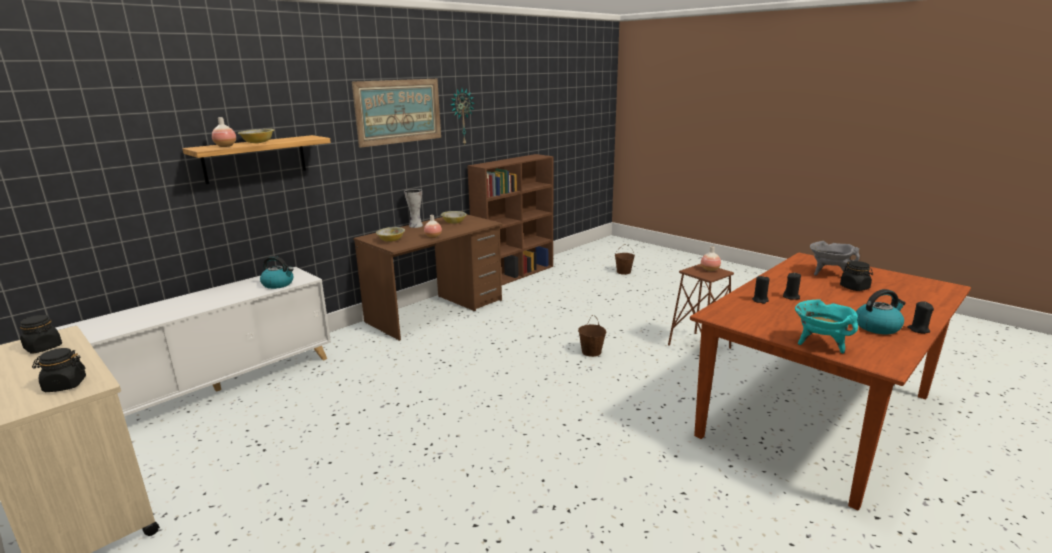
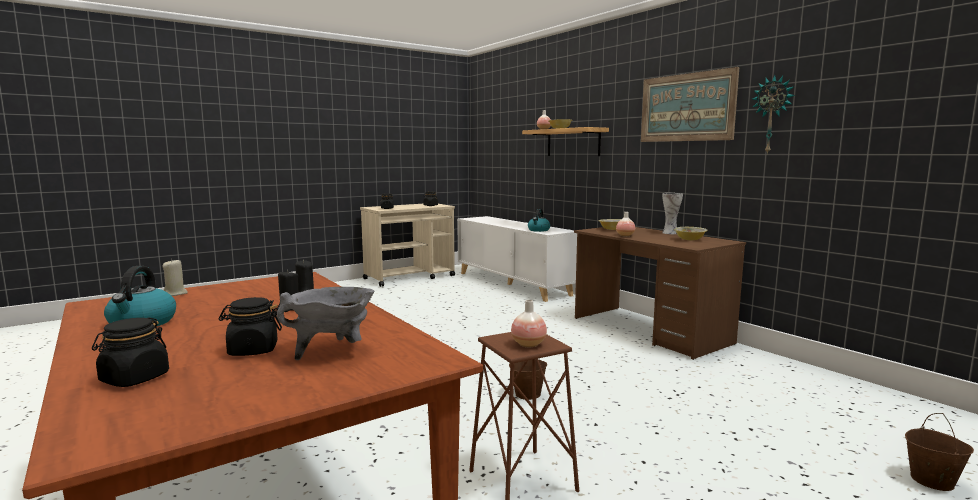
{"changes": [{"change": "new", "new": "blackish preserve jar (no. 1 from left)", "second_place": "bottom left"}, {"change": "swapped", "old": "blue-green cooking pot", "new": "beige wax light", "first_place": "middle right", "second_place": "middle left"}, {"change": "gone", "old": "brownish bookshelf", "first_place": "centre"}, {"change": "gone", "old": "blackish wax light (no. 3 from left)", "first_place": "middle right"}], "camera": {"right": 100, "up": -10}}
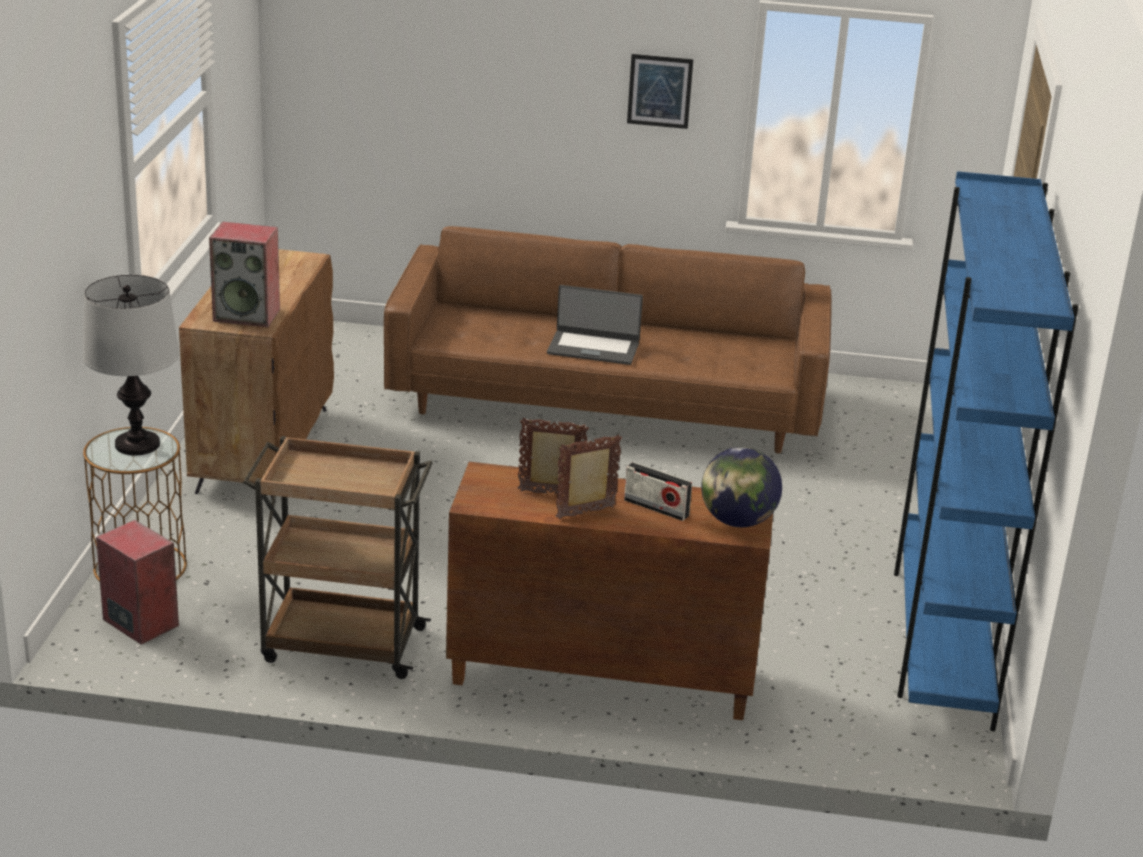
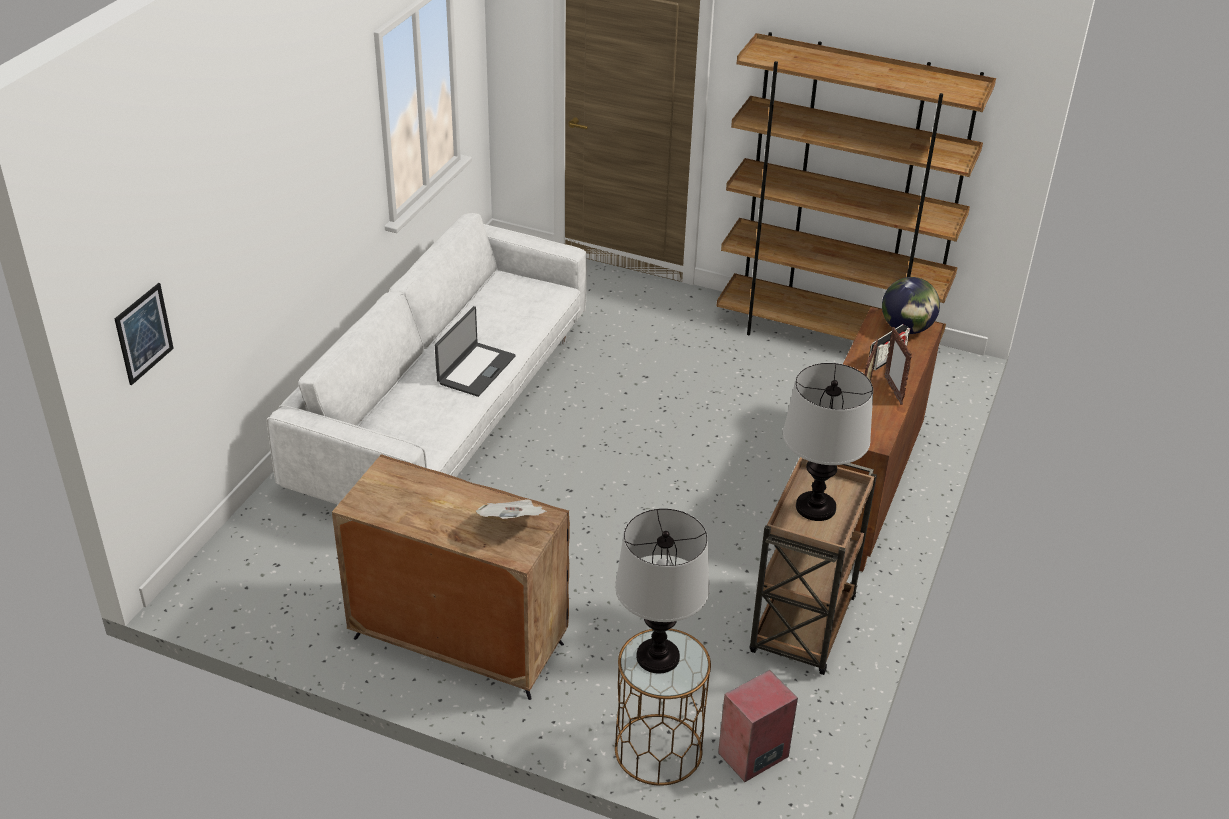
{"changes": [{"change": "shifted", "old": "wall picture", "first_place": "top centre", "second_place": "middle left"}, {"change": "repainted", "old": "brownish settee", "new": "white-coloured settee", "first_place": "centre", "second_place": "centre"}, {"change": "swapped", "old": "speaker (no. 2 from left)", "new": "printed paper", "first_place": "top left", "second_place": "centre"}, {"change": "repainted", "old": "blue-coloured bookshelf", "new": "brownish bookshelf", "first_place": "middle right", "second_place": "top right"}, {"change": "new", "new": "tabletop lamp (no. 2 from left)", "second_place": "middle right"}], "camera": {"right": -75, "up": 10}}
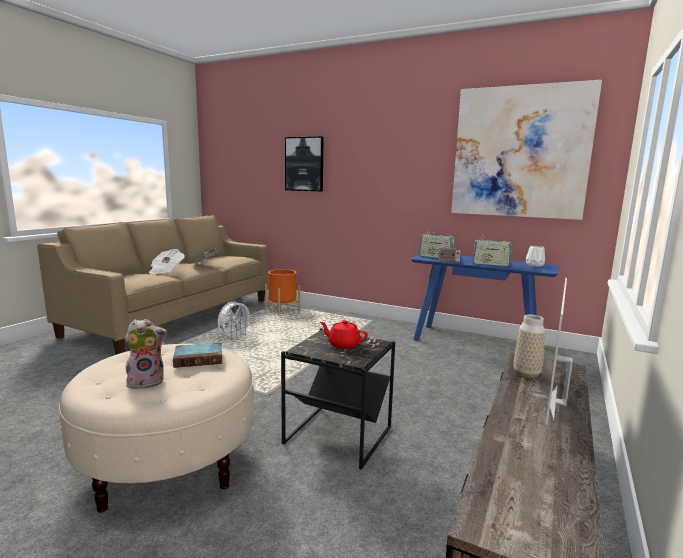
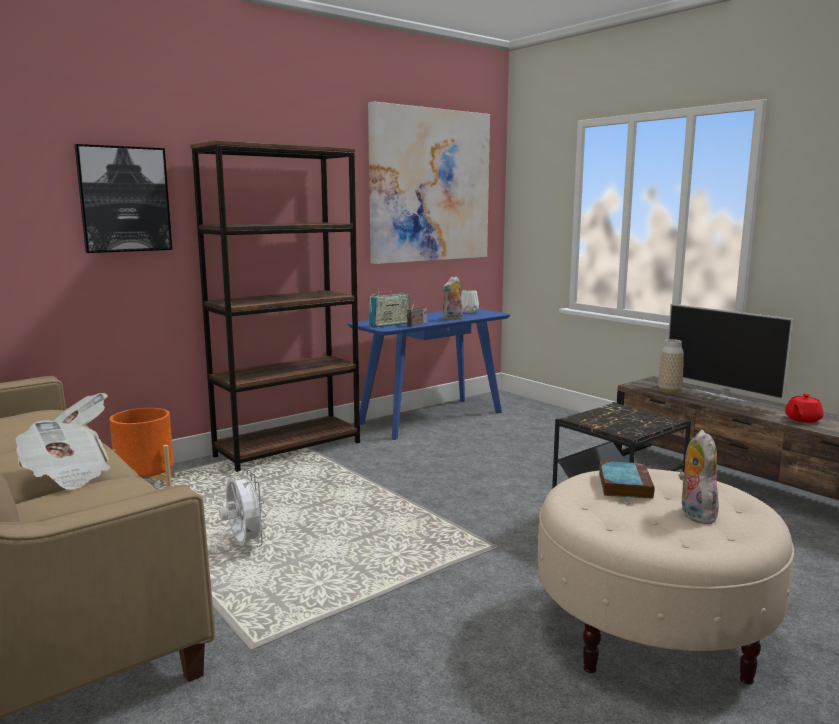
{"changes": [{"change": "new", "new": "brownish bookshelf", "second_place": "middle left"}, {"change": "swapped", "old": "radio (no. 3 from left)", "new": "soft toy (no. 1 from left)", "first_place": "middle right", "second_place": "centre"}, {"change": "shifted", "old": "red-coloured tea pot", "first_place": "centre", "second_place": "middle right"}], "camera": {"right": -65, "up": 0}}
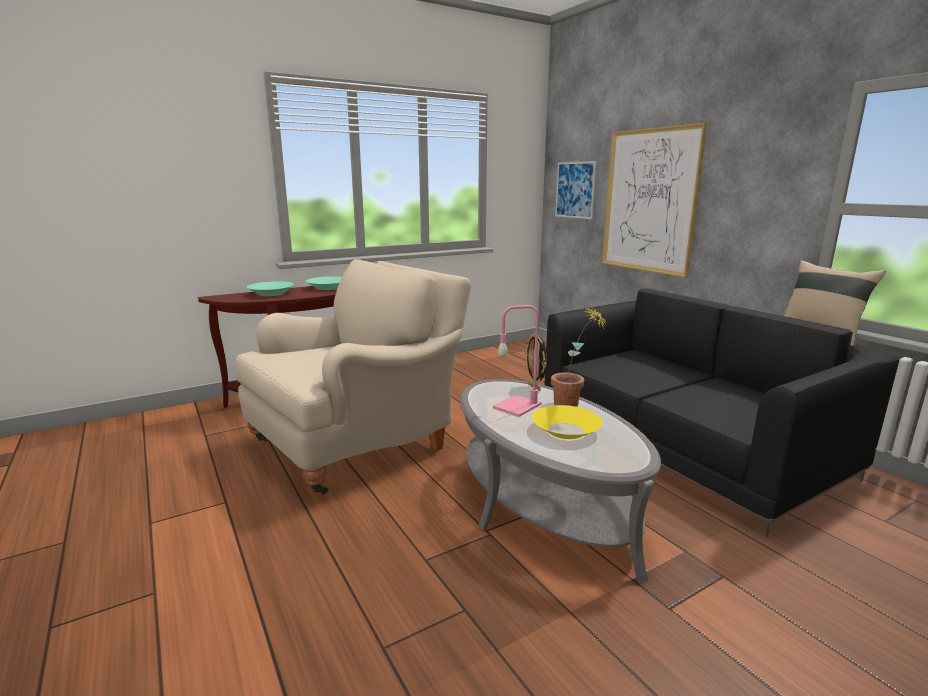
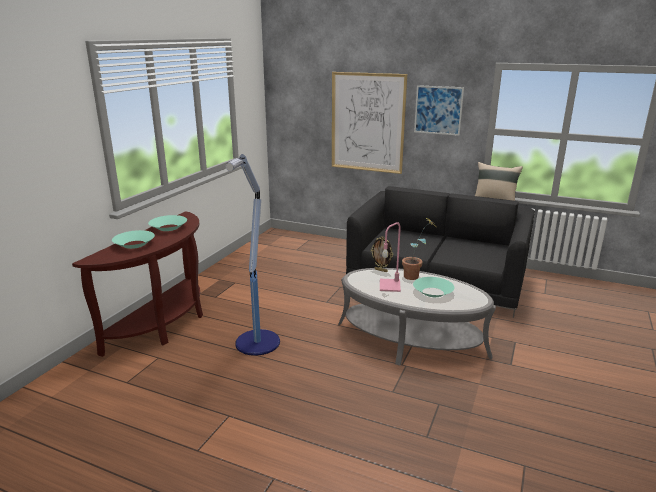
{"changes": [{"change": "swapped", "old": "beige armchair", "new": "standard lamp", "first_place": "centre", "second_place": "centre"}, {"change": "repainted", "old": "yellowish deep dish", "new": "blue-green deep dish (no. 3 from left)", "first_place": "centre", "second_place": "centre"}, {"change": "shifted", "old": "wall picture (no. 1 from left in the first image)", "new": "wall picture (no. 2 from left)", "first_place": "top centre", "second_place": "top right"}], "camera": {"right": -35, "up": 5}}
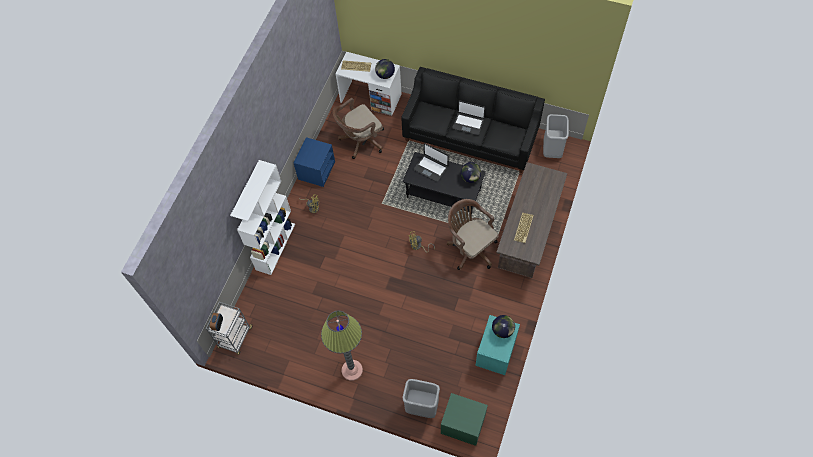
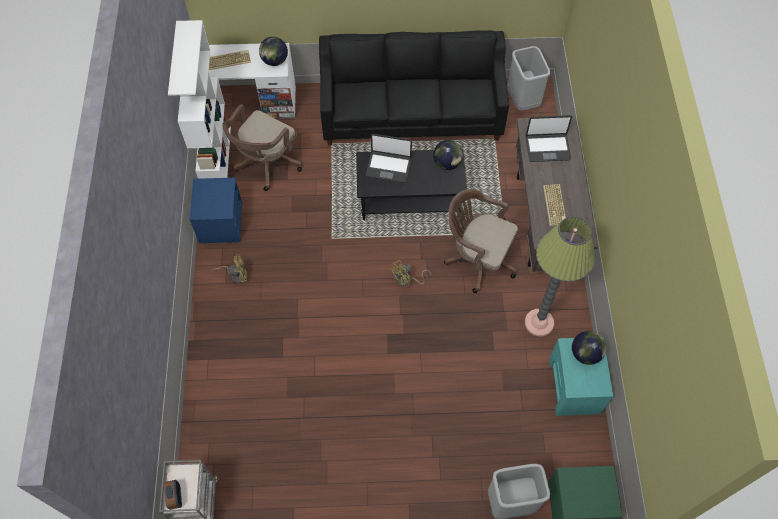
{"changes": [{"change": "shifted", "old": "white-coloured bookshelf", "first_place": "middle left", "second_place": "top left"}, {"change": "shifted", "old": "standard lamp", "first_place": "bottom centre", "second_place": "middle right"}, {"change": "shifted", "old": "portable computer (no. 2 from left)", "first_place": "top centre", "second_place": "top right"}], "camera": {"right": -25, "up": 0}}
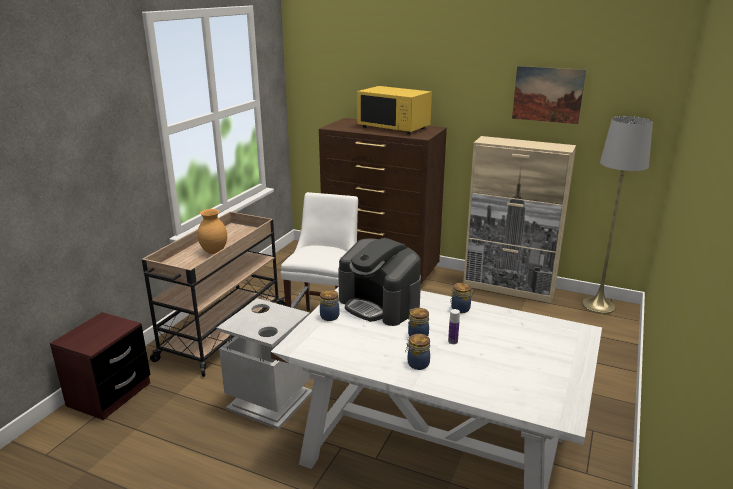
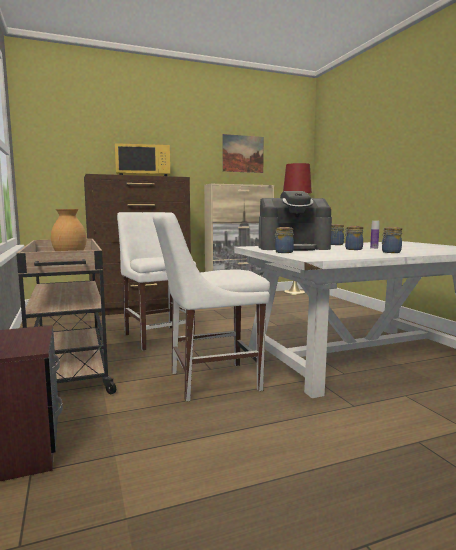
{"changes": [{"change": "swapped", "old": "greyish trash can", "new": "white-coloured upright chair (no. 2 from left)", "first_place": "bottom centre", "second_place": "centre"}, {"change": "repainted", "old": "greyish standard lamp", "new": "red-coloured standard lamp", "first_place": "middle right", "second_place": "centre"}], "camera": {"right": -45, "up": -15}}
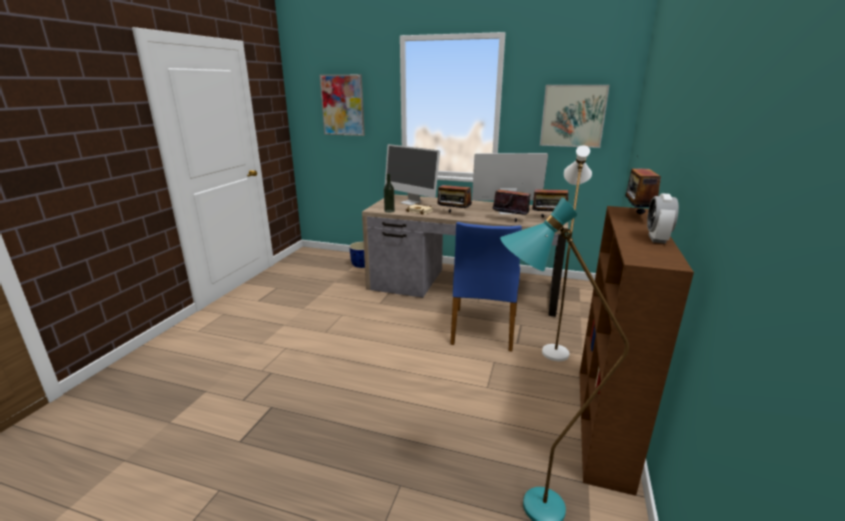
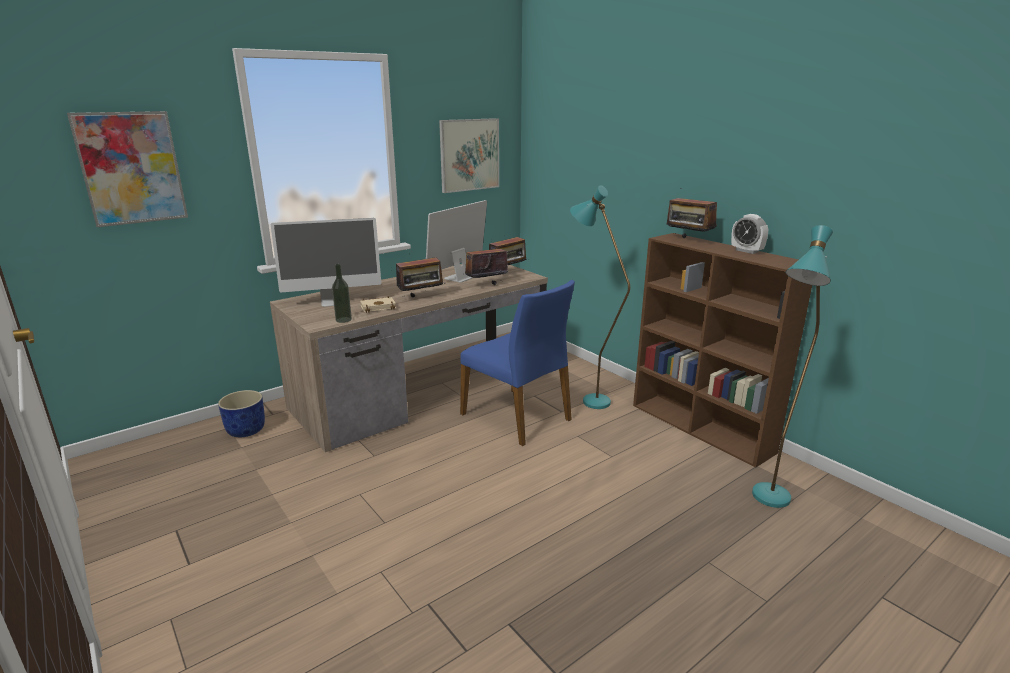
{"changes": [{"change": "repainted", "old": "white-coloured standard lamp", "new": "blue-green standard lamp (no. 1 from left)", "first_place": "middle right", "second_place": "centre"}], "camera": {"right": -55, "up": 0}}
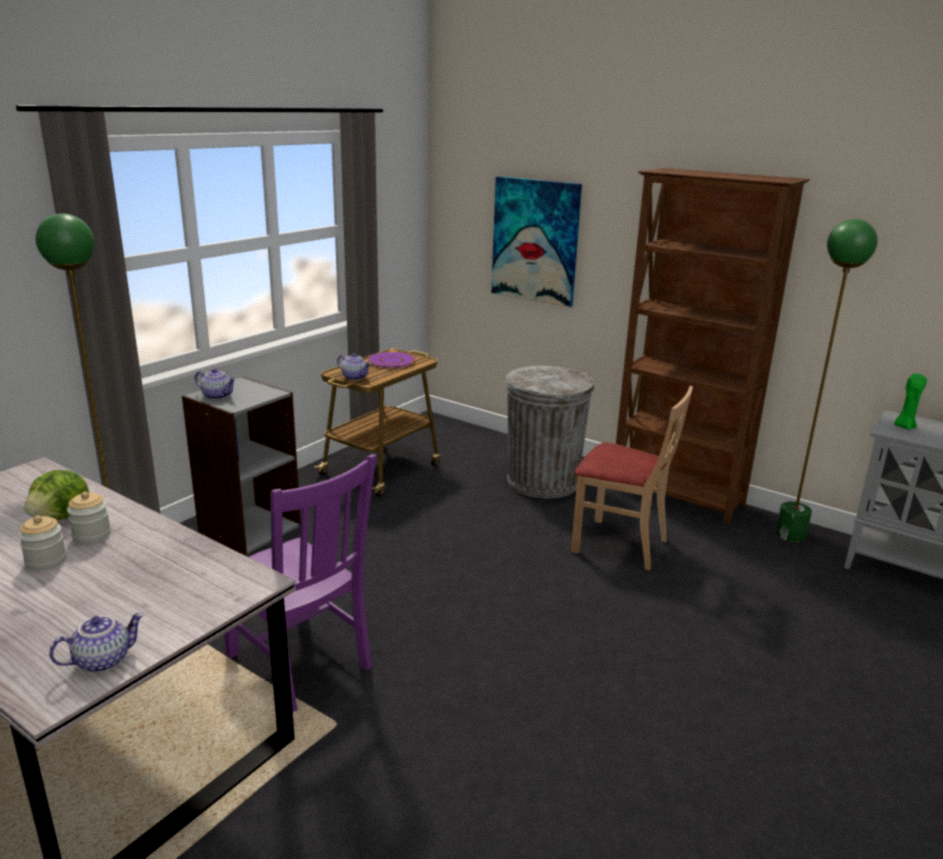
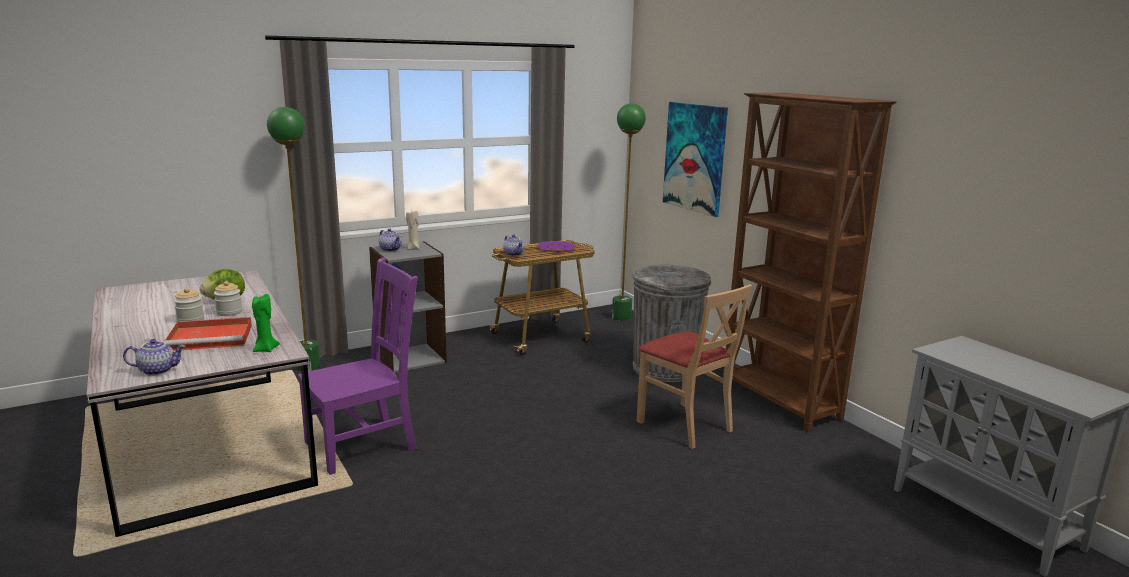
{"changes": [{"change": "new", "new": "red-coloured carrying tray", "second_place": "middle left"}, {"change": "shifted", "old": "green wax light", "first_place": "middle right", "second_place": "middle left"}, {"change": "rotated", "old": "purple upright chair", "first_place": "bottom left", "second_place": "middle left", "degrees": -105}, {"change": "new", "new": "beige wax light", "second_place": "centre"}, {"change": "shifted", "old": "green standard lamp (no. 2 from left)", "first_place": "middle right", "second_place": "centre"}], "camera": {"right": 25, "up": -5}}
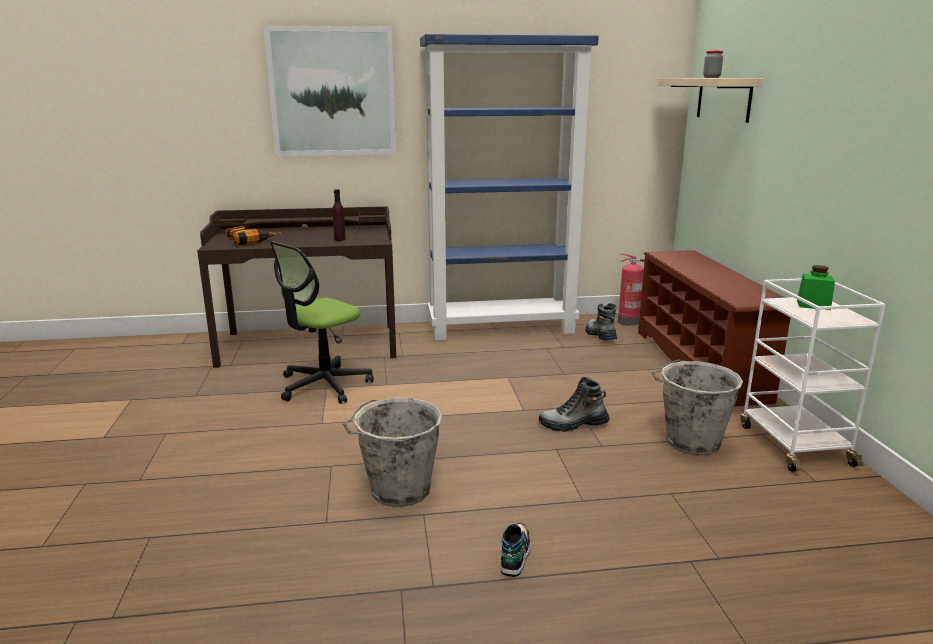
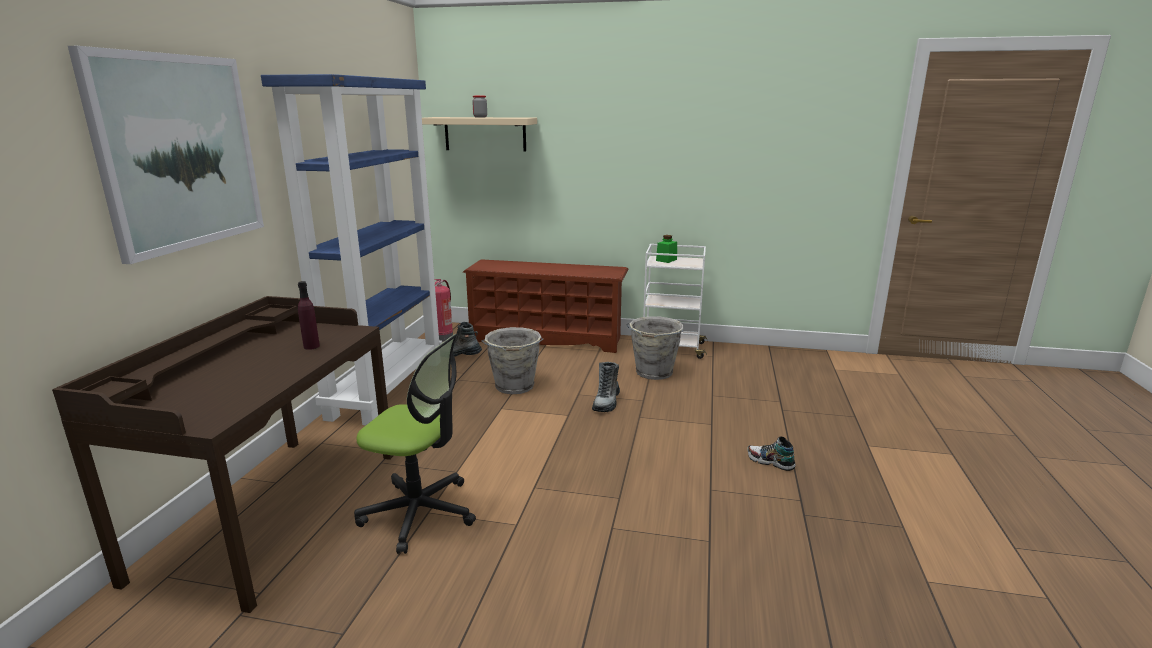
{"changes": [{"change": "rotated", "old": "office chair", "first_place": "centre", "second_place": "bottom centre", "degrees": -45}, {"change": "shifted", "old": "greyish pail (no. 1 from left)", "first_place": "bottom centre", "second_place": "centre"}, {"change": "gone", "old": "power drill", "first_place": "middle left"}], "camera": {"right": -70, "up": 0}}
